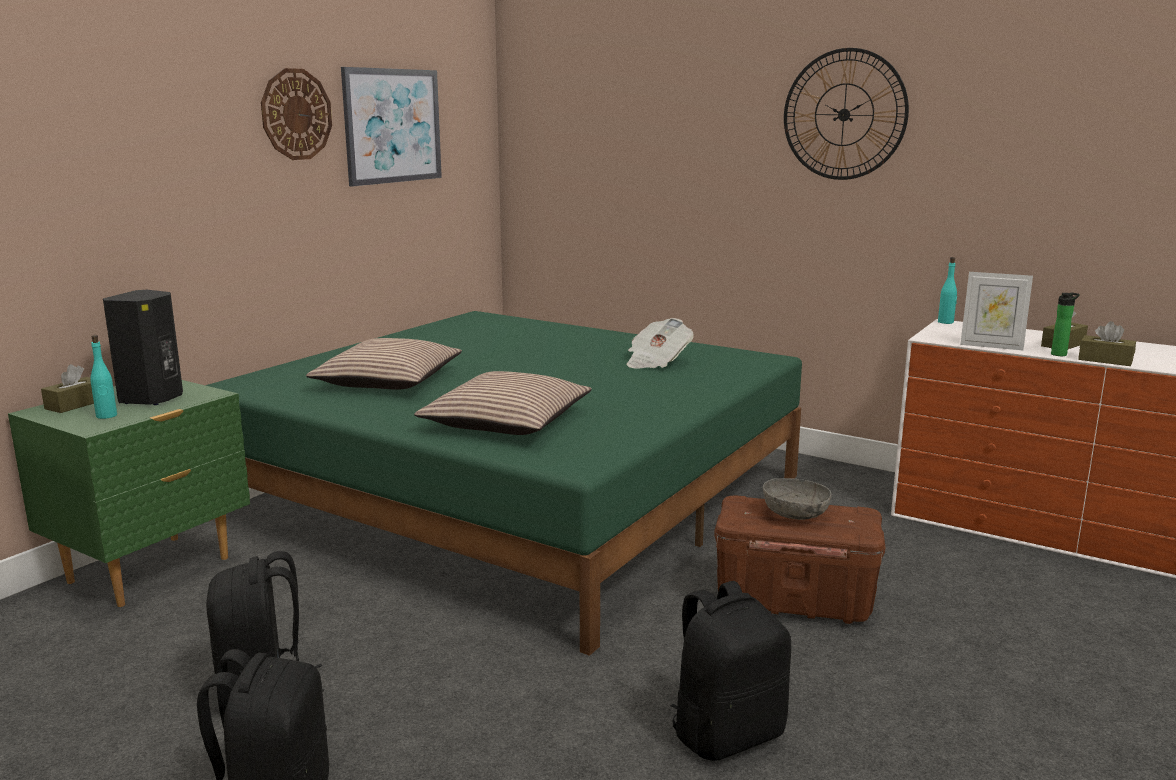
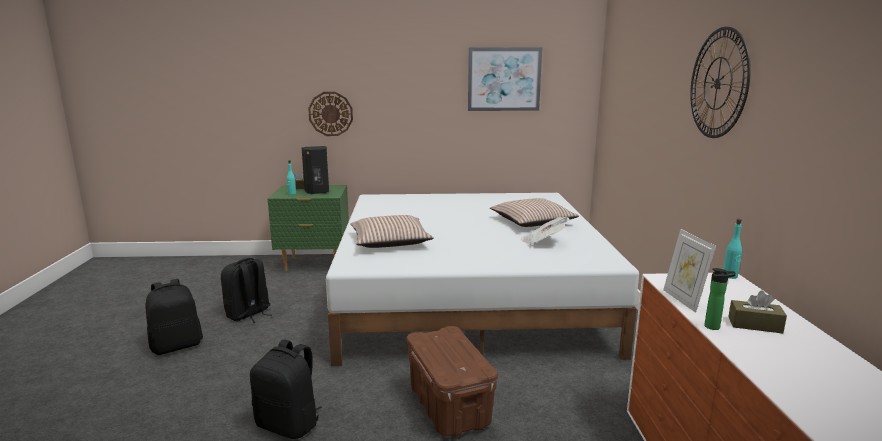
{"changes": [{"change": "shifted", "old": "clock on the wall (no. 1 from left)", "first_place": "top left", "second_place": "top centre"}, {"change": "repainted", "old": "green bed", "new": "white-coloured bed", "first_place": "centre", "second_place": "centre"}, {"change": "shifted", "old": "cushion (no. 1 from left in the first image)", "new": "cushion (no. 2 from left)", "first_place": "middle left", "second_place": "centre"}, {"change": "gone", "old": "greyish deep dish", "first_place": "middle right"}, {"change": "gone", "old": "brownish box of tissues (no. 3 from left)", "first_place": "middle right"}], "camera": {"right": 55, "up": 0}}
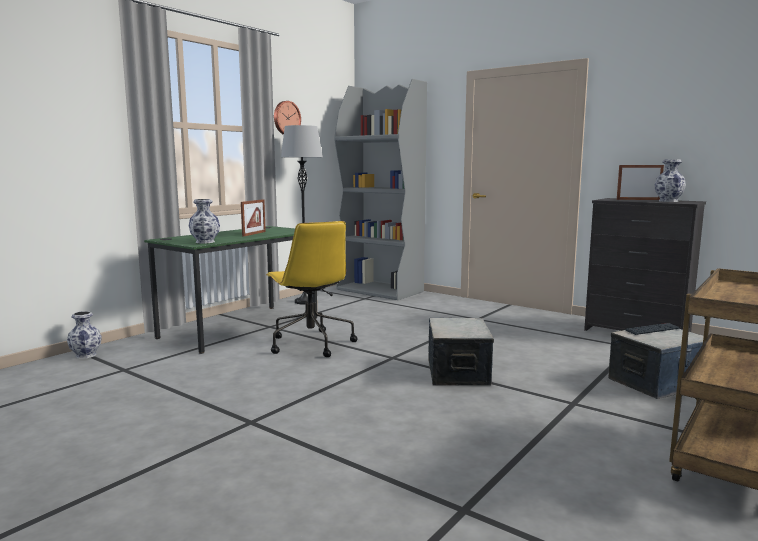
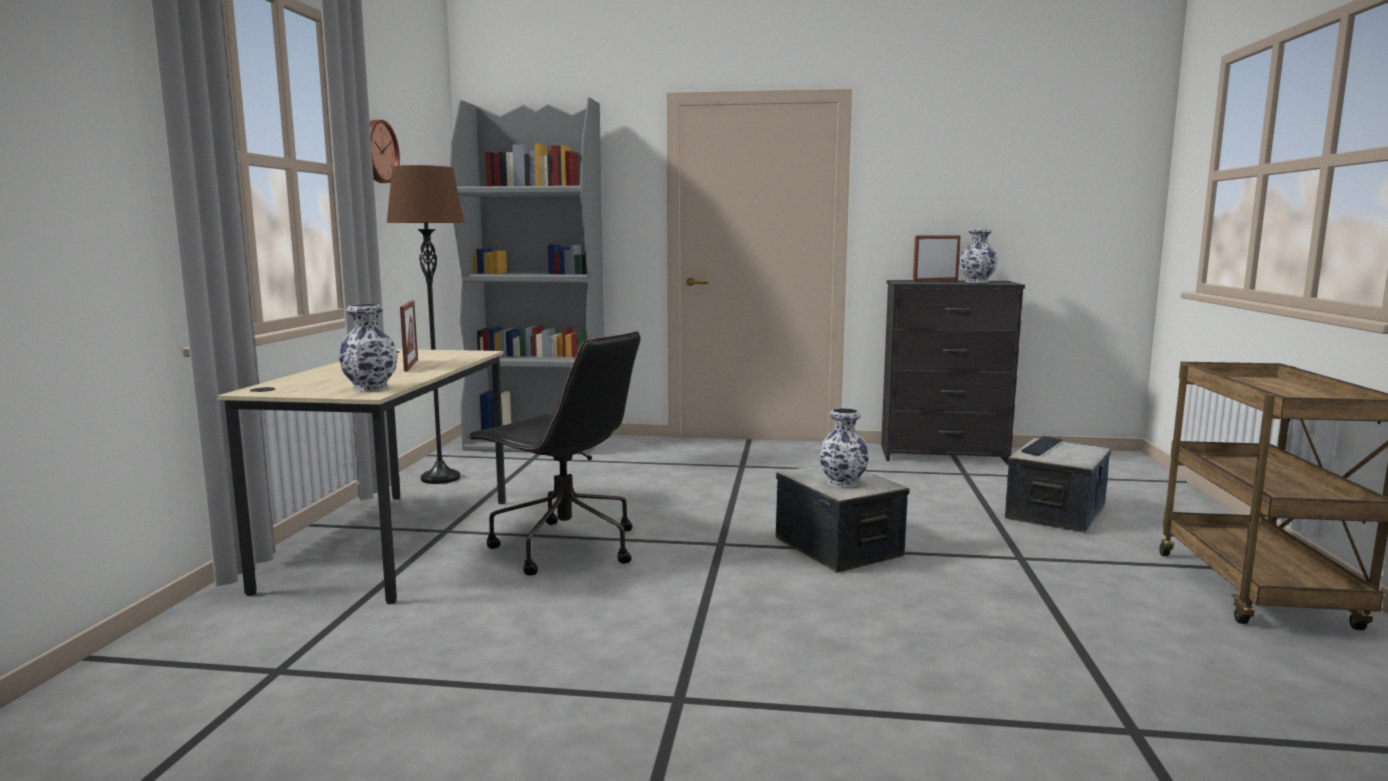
{"changes": [{"change": "repainted", "old": "green desk", "new": "beige desk", "first_place": "middle left", "second_place": "middle left"}, {"change": "repainted", "old": "greyish standard lamp", "new": "brownish standard lamp", "first_place": "centre", "second_place": "middle left"}, {"change": "repainted", "old": "yellowish office chair", "new": "blackish office chair", "first_place": "centre", "second_place": "centre"}, {"change": "shifted", "old": "decorative vase (no. 1 from left in the first image)", "new": "decorative vase (no. 2 from left)", "first_place": "middle left", "second_place": "centre"}], "camera": {"right": -30, "up": 0}}
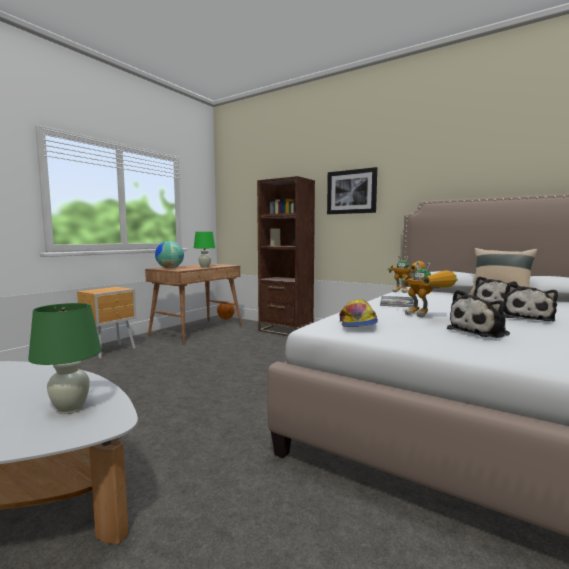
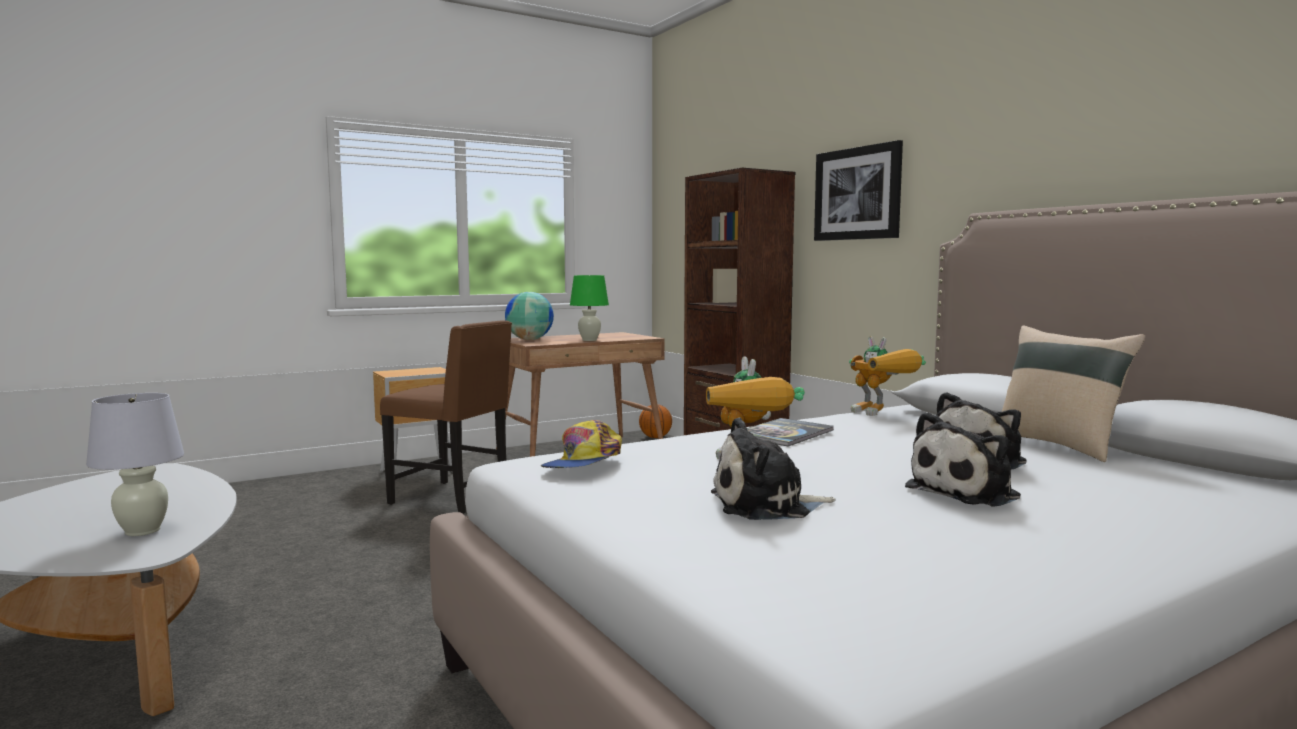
{"changes": [{"change": "repainted", "old": "green tabletop lamp (no. 1 from left)", "new": "white-coloured tabletop lamp", "first_place": "middle left", "second_place": "middle left"}, {"change": "new", "new": "brownish upright chair", "second_place": "centre"}], "camera": {"right": 25, "up": 0}}
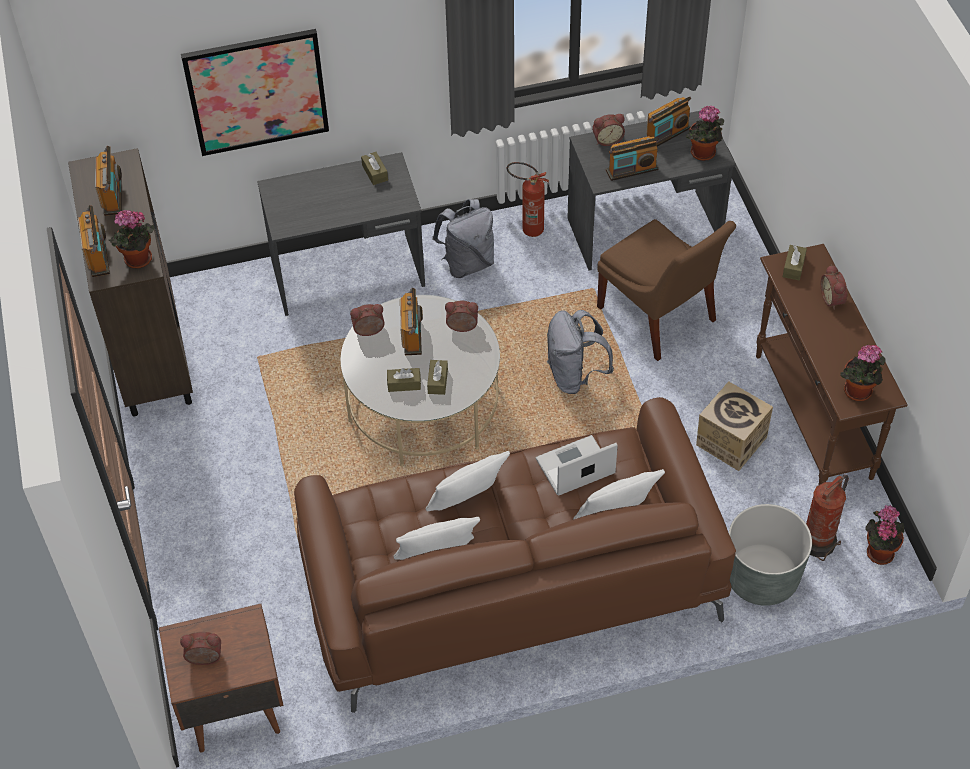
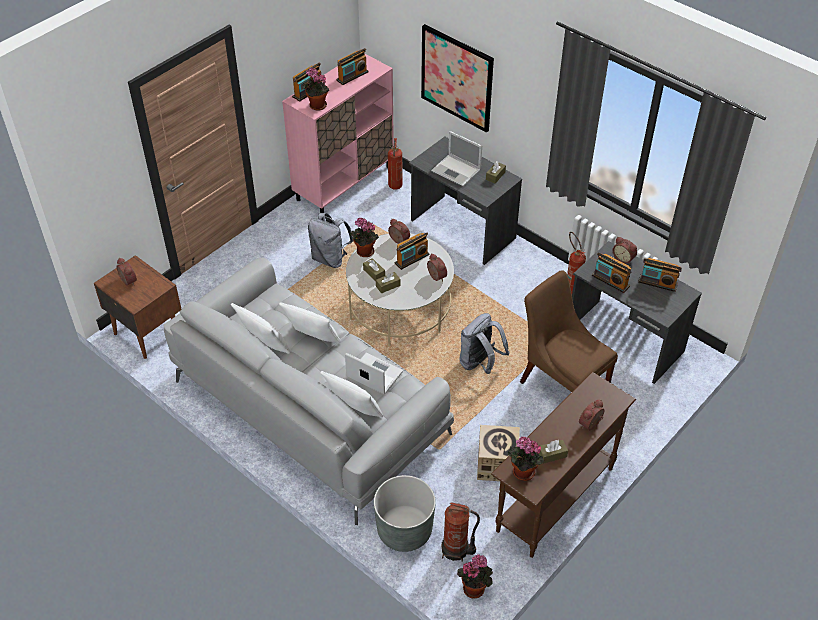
{"changes": [{"change": "repainted", "old": "brownish settee", "new": "greyish settee", "first_place": "bottom centre", "second_place": "centre"}, {"change": "repainted", "old": "brownish cabinet", "new": "pink cabinet", "first_place": "middle left", "second_place": "top centre"}, {"change": "shifted", "old": "greyish knapsack (no. 1 from left)", "first_place": "top centre", "second_place": "centre"}, {"change": "shifted", "old": "houseplant (no. 2 from left)", "first_place": "top right", "second_place": "centre"}, {"change": "new", "new": "extinguisher (no. 1 from left)", "second_place": "top centre"}, {"change": "new", "new": "portable computer (no. 2 from left)", "second_place": "top centre"}, {"change": "rotated", "old": "brownish upright chair", "first_place": "middle right", "second_place": "middle right", "degrees": 120}, {"change": "shifted", "old": "brownish box of tissues (no. 4 from left)", "first_place": "middle right", "second_place": "bottom right"}], "camera": {"right": 55, "up": -5}}
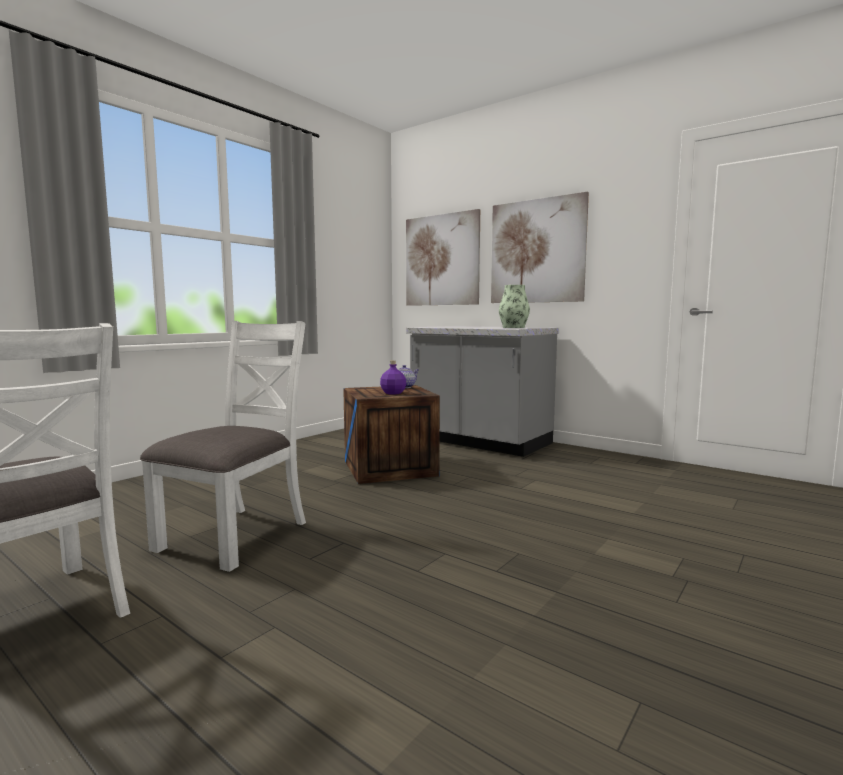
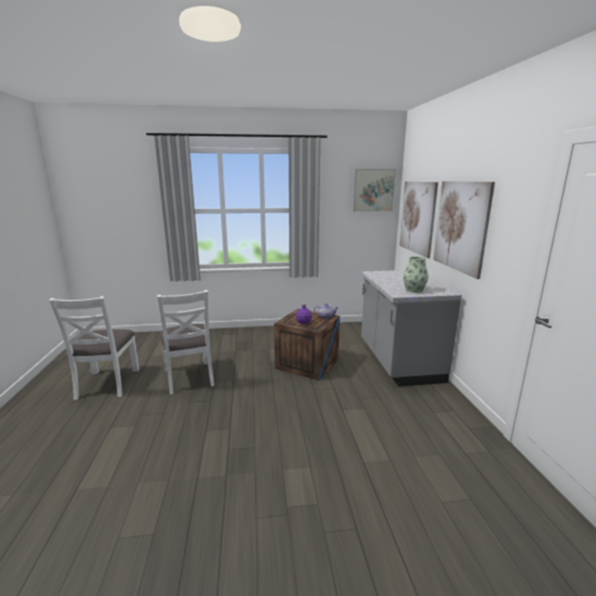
{"changes": [{"change": "rotated", "old": "white-coloured upright chair (no. 2 from left)", "first_place": "middle left", "second_place": "middle left", "degrees": 90}, {"change": "new", "new": "wall picture (no. 1 from left)", "second_place": "top centre"}], "camera": {"right": 45, "up": 10}}
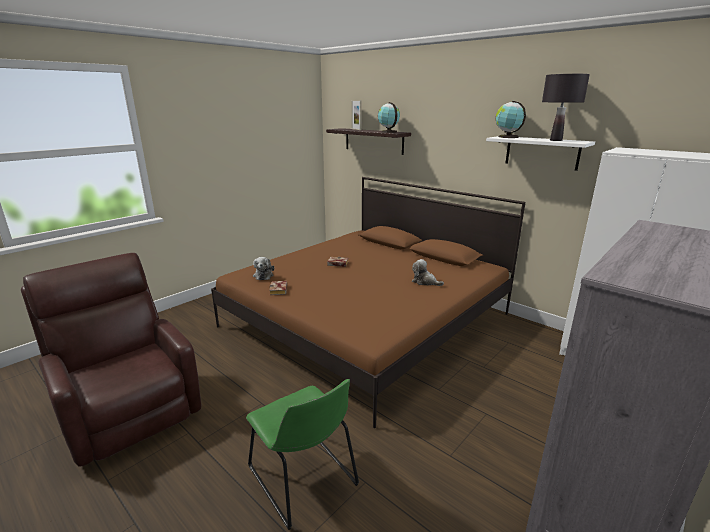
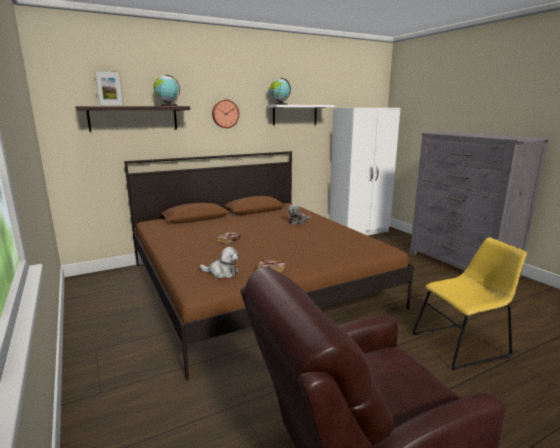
{"changes": [{"change": "new", "new": "clock on the wall", "second_place": "top centre"}, {"change": "repainted", "old": "green upright chair", "new": "yellowish upright chair", "first_place": "bottom centre", "second_place": "bottom right"}, {"change": "gone", "old": "blackish tabletop lamp", "first_place": "top right"}], "camera": {"right": -70, "up": -5}}
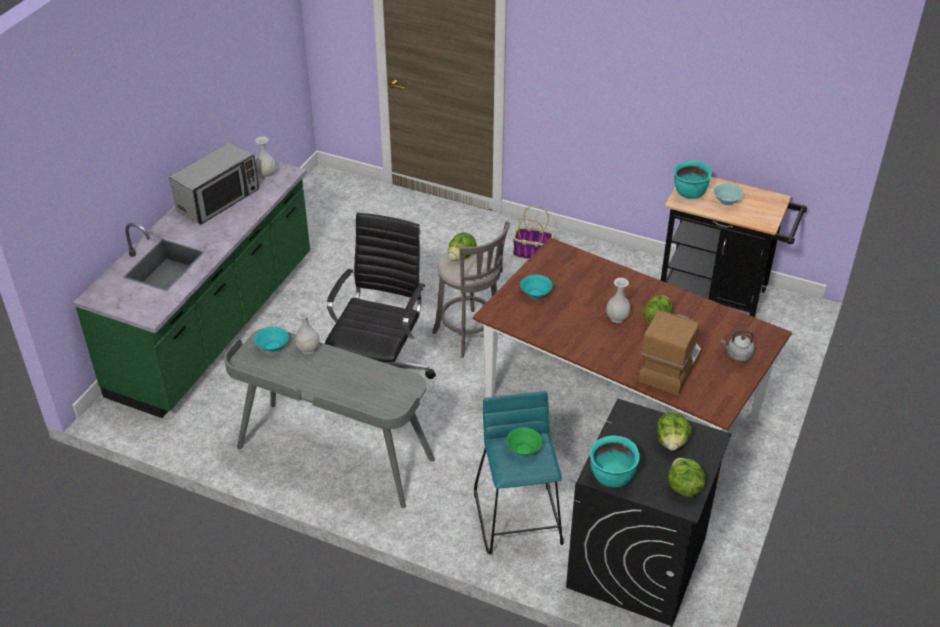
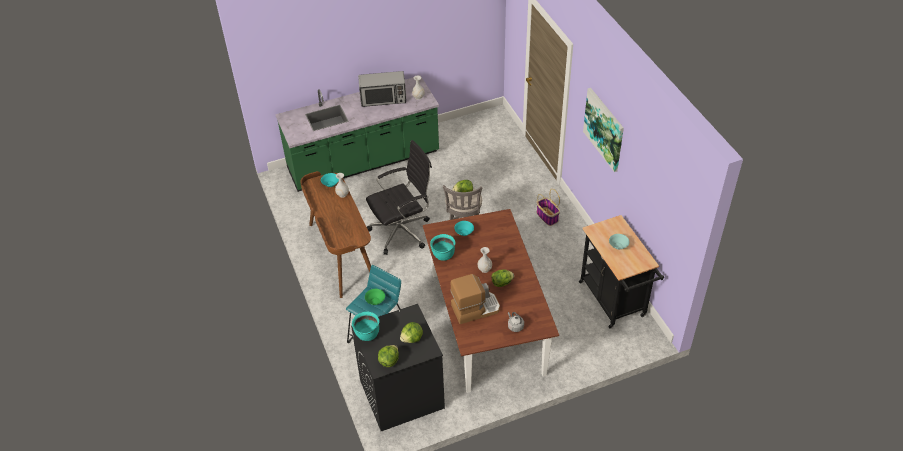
{"changes": [{"change": "repainted", "old": "greyish desk", "new": "brownish desk", "first_place": "bottom centre", "second_place": "centre"}, {"change": "shifted", "old": "blue-green cooking pot (no. 2 from left)", "first_place": "top right", "second_place": "centre"}, {"change": "new", "new": "wall picture", "second_place": "top right"}], "camera": {"right": 45, "up": 5}}
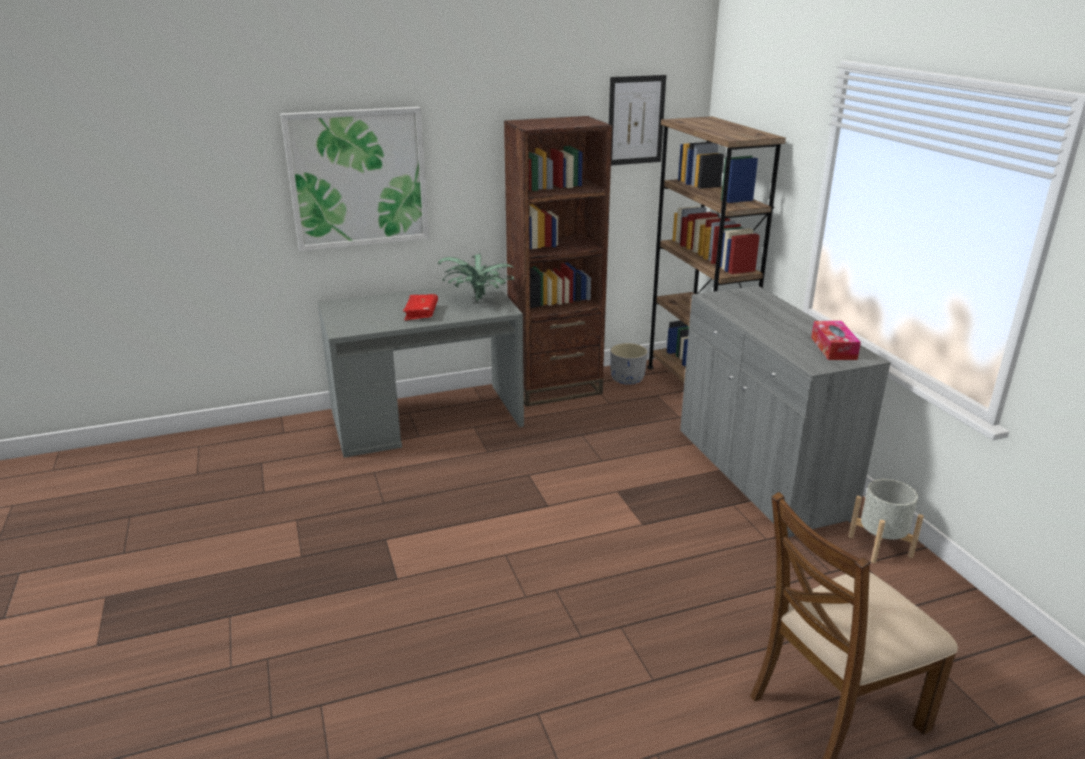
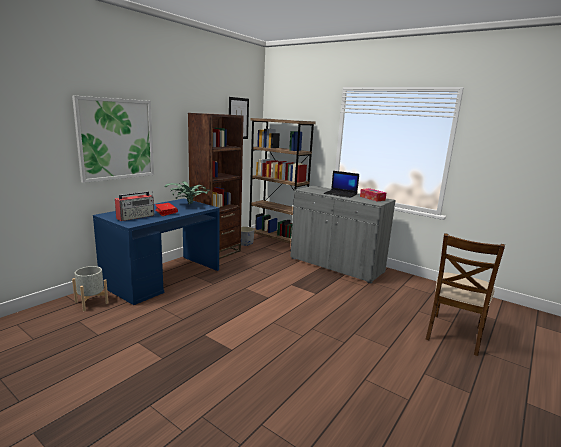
{"changes": [{"change": "shifted", "old": "greyish flower pot (no. 2 from left in the first image)", "new": "greyish flower pot (no. 1 from left)", "first_place": "bottom right", "second_place": "middle left"}, {"change": "repainted", "old": "greyish desk", "new": "blue-coloured desk", "first_place": "centre", "second_place": "middle left"}, {"change": "new", "new": "radio", "second_place": "middle left"}, {"change": "new", "new": "portable computer", "second_place": "centre"}], "camera": {"right": -35, "up": -10}}
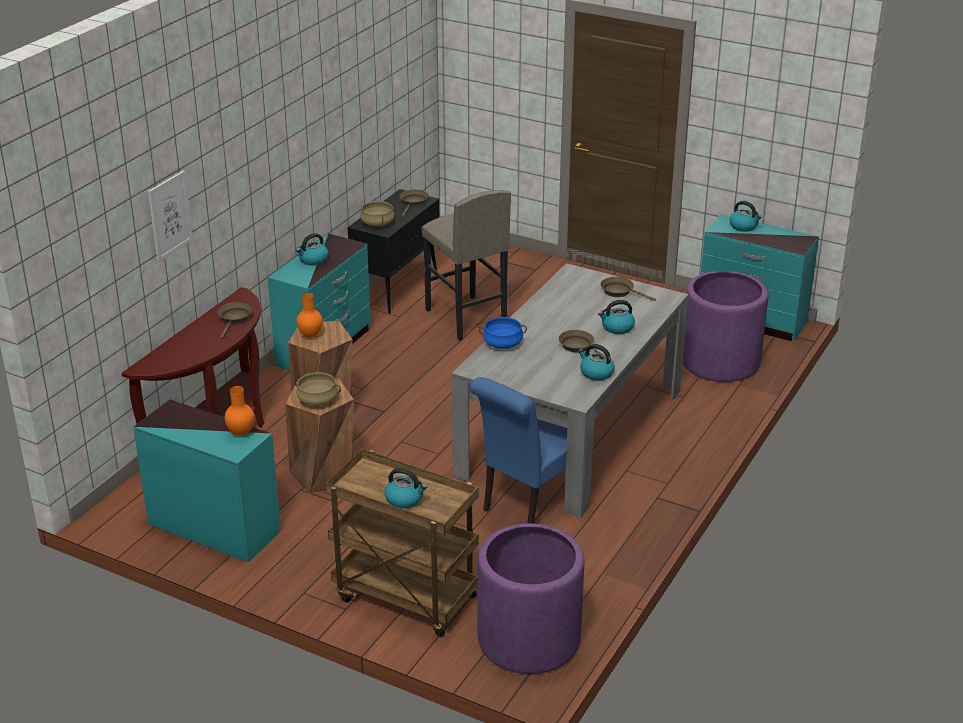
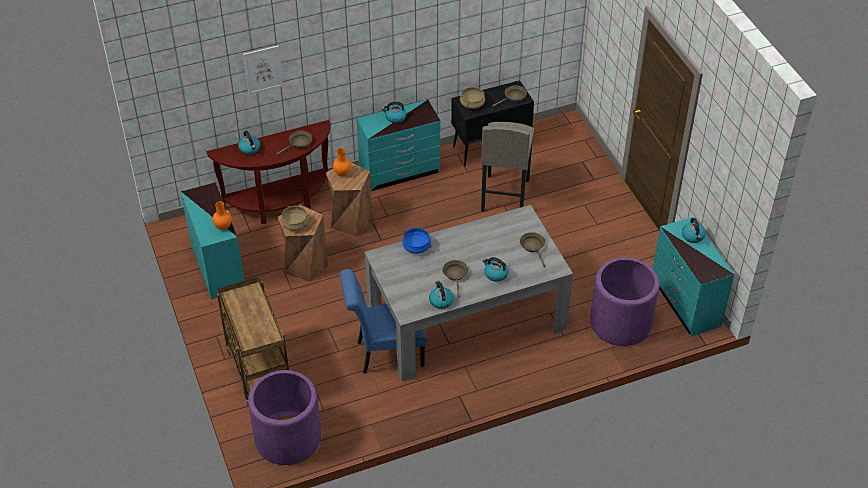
{"changes": [{"change": "shifted", "old": "kettle (no. 2 from left in the first image)", "new": "kettle (no. 1 from left)", "first_place": "bottom centre", "second_place": "top left"}], "camera": {"right": 40, "up": 15}}
